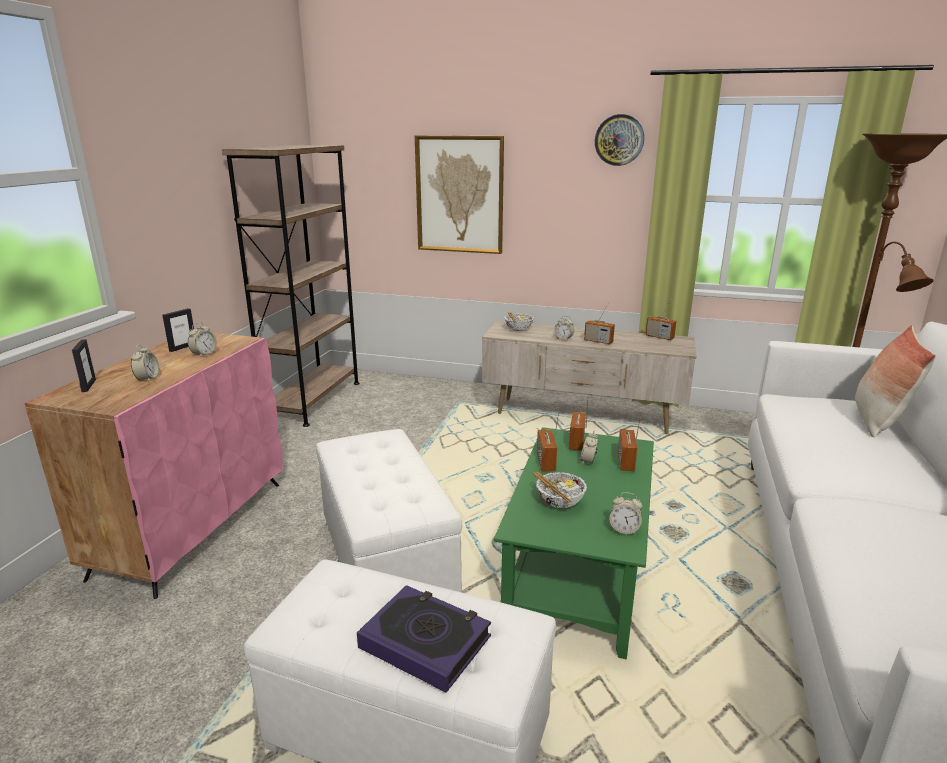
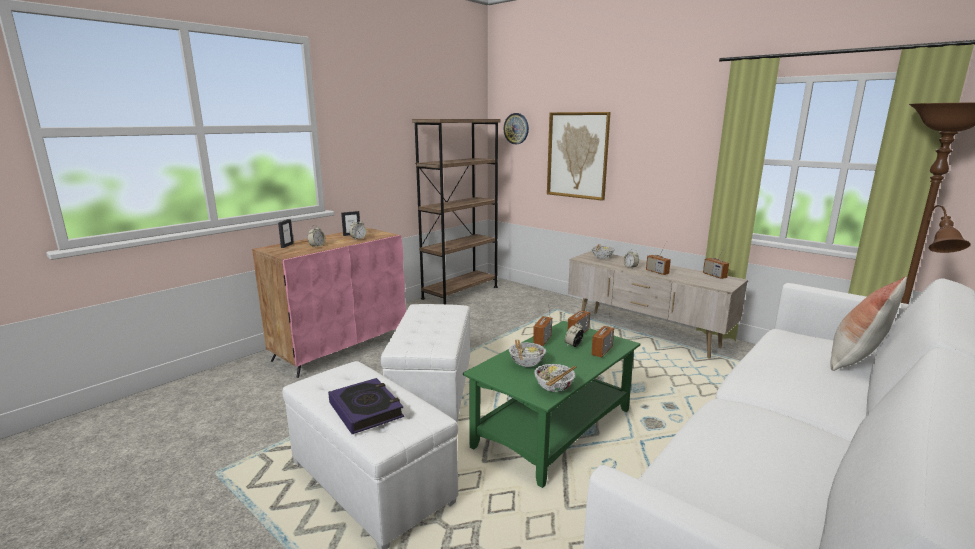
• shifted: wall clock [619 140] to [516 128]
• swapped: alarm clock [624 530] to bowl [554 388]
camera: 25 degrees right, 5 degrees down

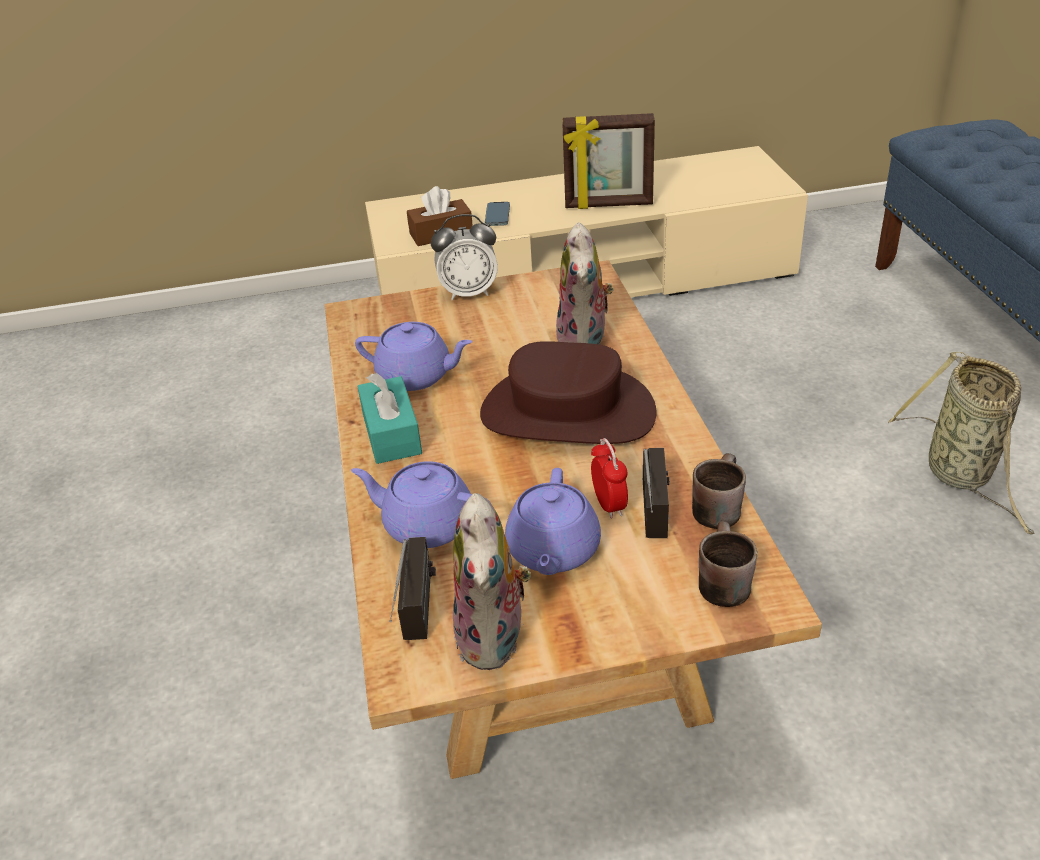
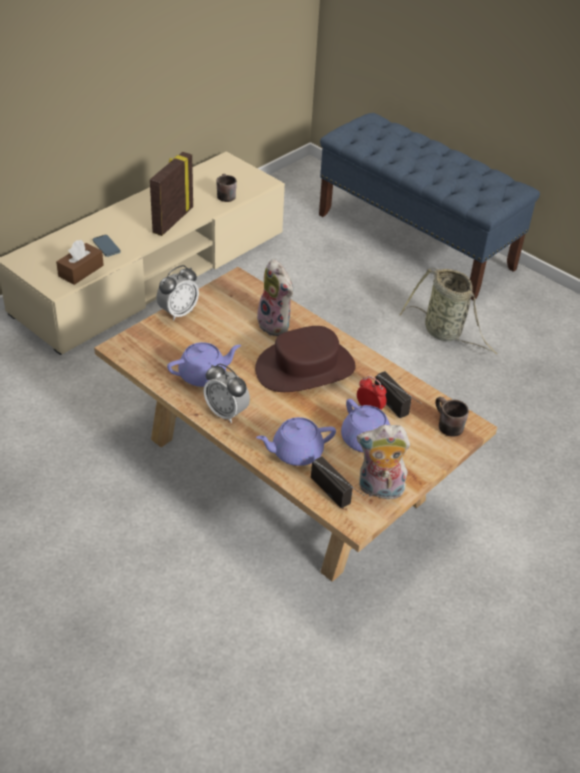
• shifted: mug (brown) [714 506] to [224 195]
• swapped: tissue box (turquoise) [391 434] to alarm clock [226 413]
• rotated: plush toy [495 639] = [379 490] 135 degrees clockwise
• rotated: picture frame [608 205] = [172 220] 150 degrees clockwise
camera: 40 degrees left, 5 degrees up

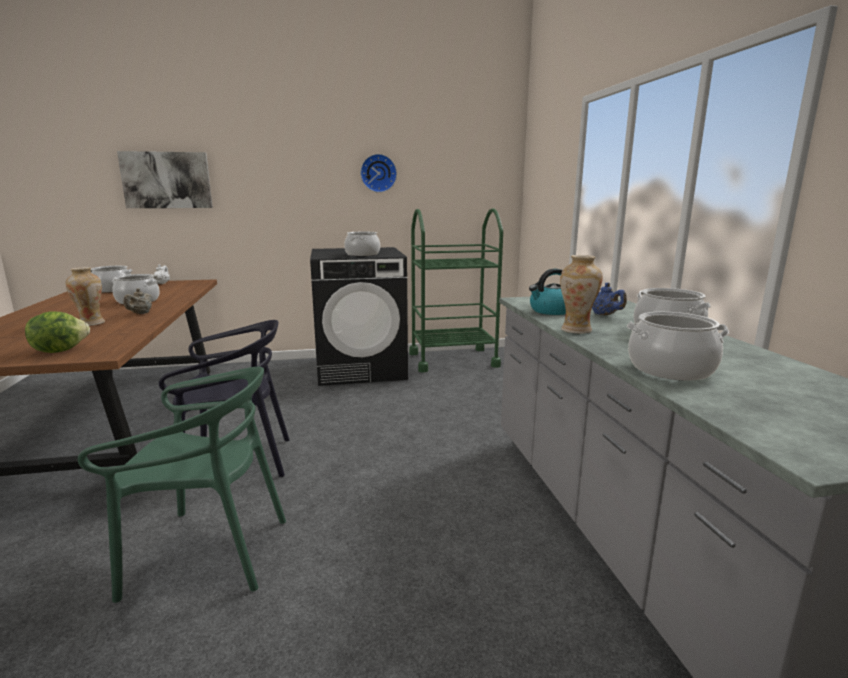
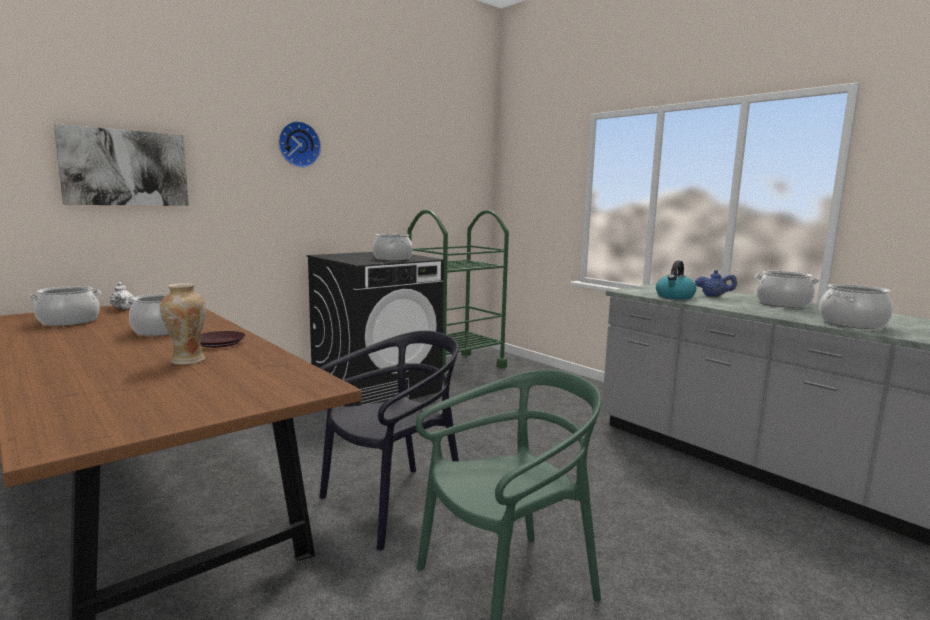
• gone: lettuce [60 350]
• gone: vase [576 330]
• shifted: wall clock [378 173] to [298 144]
• swapped: teapot (beige) [141 313] to plate (brown) [219 343]
camera: 30 degrees left, 5 degrees down

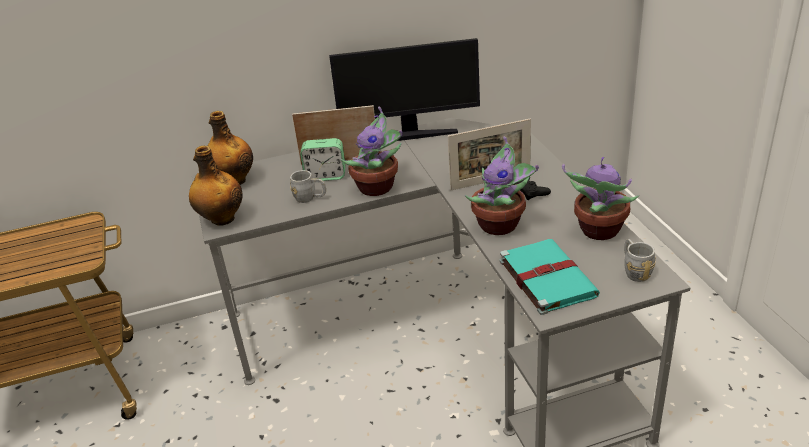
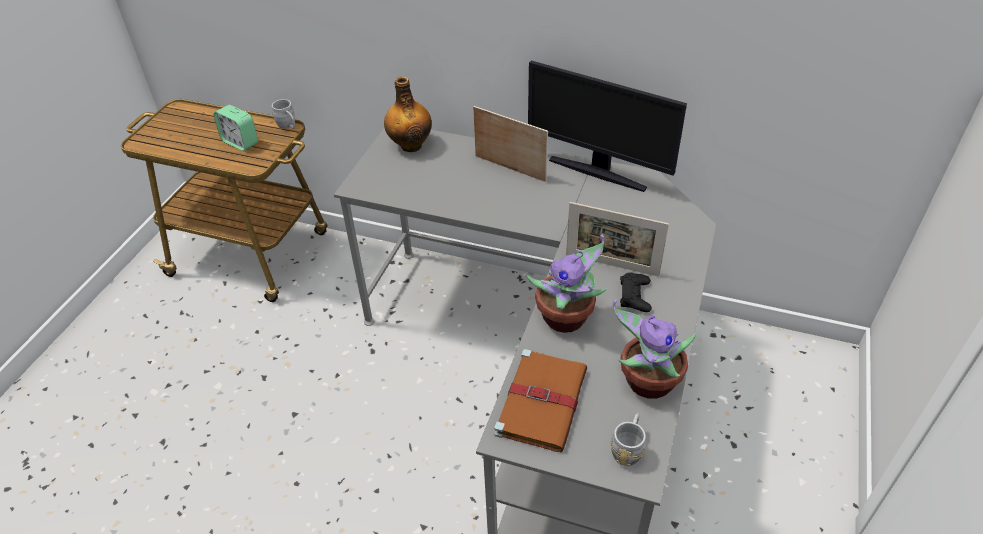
• gone: bottle [221 219]
• gone: potted plant [378 187]
• shifted: mug (grey) [310 198] to [288 126]
• shifted: alarm clock [325 176] to [240 142]
• repainted: book (turquoise) [546 277] to book (brown) [542 400]
camera: 35 degrees right, 10 degrees up

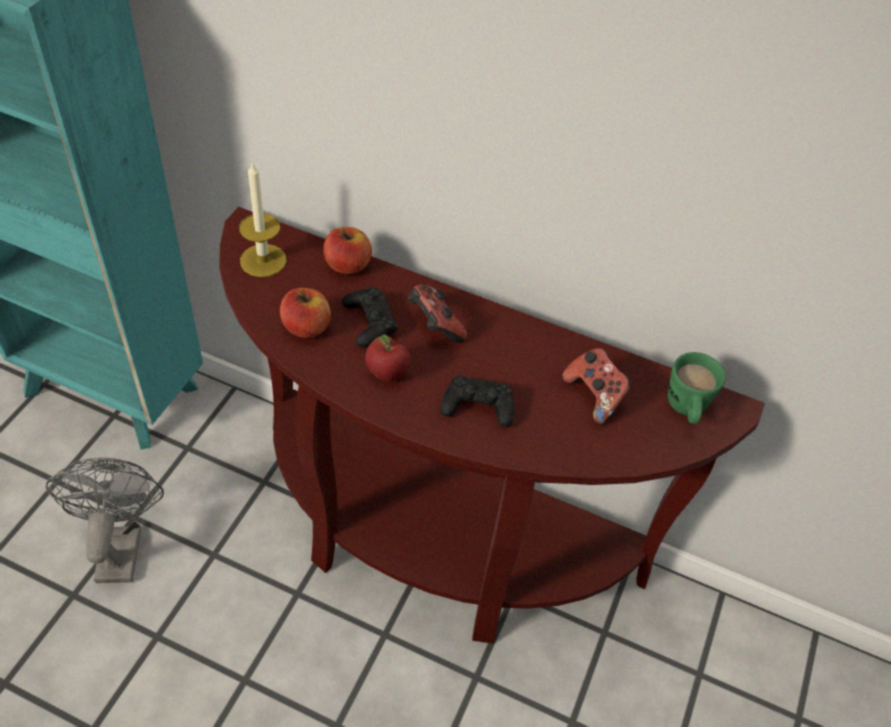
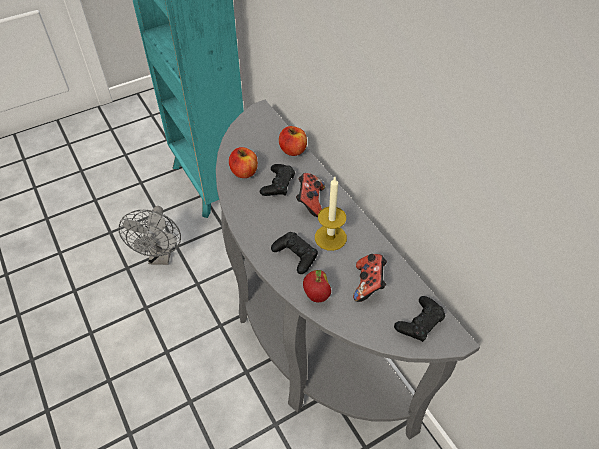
• shifted: candle [263 260] to [330 237]
• shifted: apple [386 374] to [316 295]
• swapped: mug (green) [686 410] to game controller (black) [419 322]
• repainted: console table (brown) [431 539] to console table (grey) [306 338]
• rotated: fan (grey) [119 545] = [161 256] 150 degrees clockwise
camera: 40 degrees right, 0 degrees up

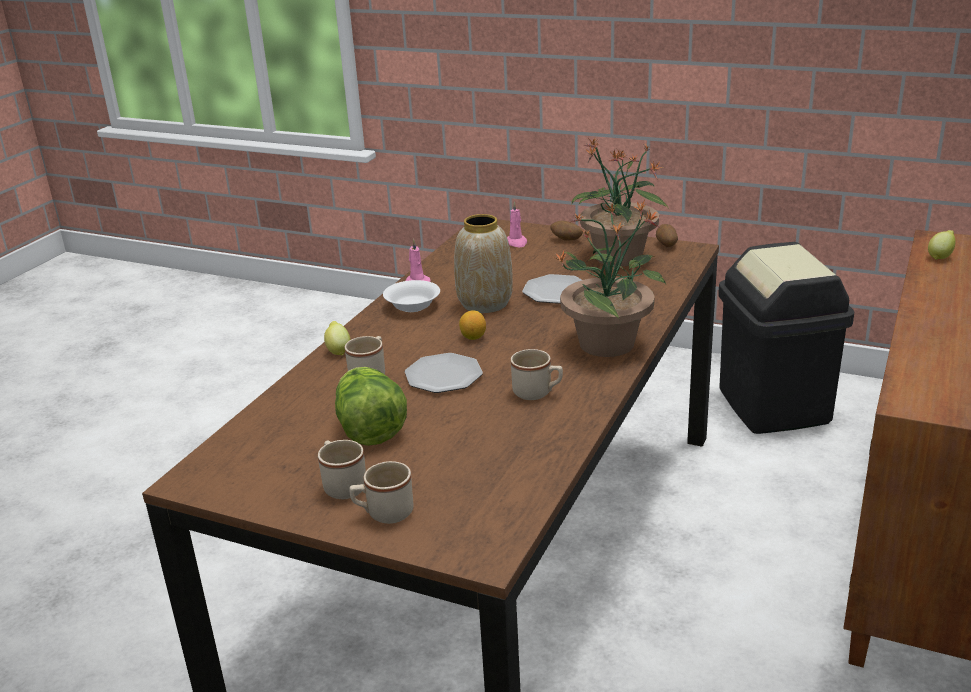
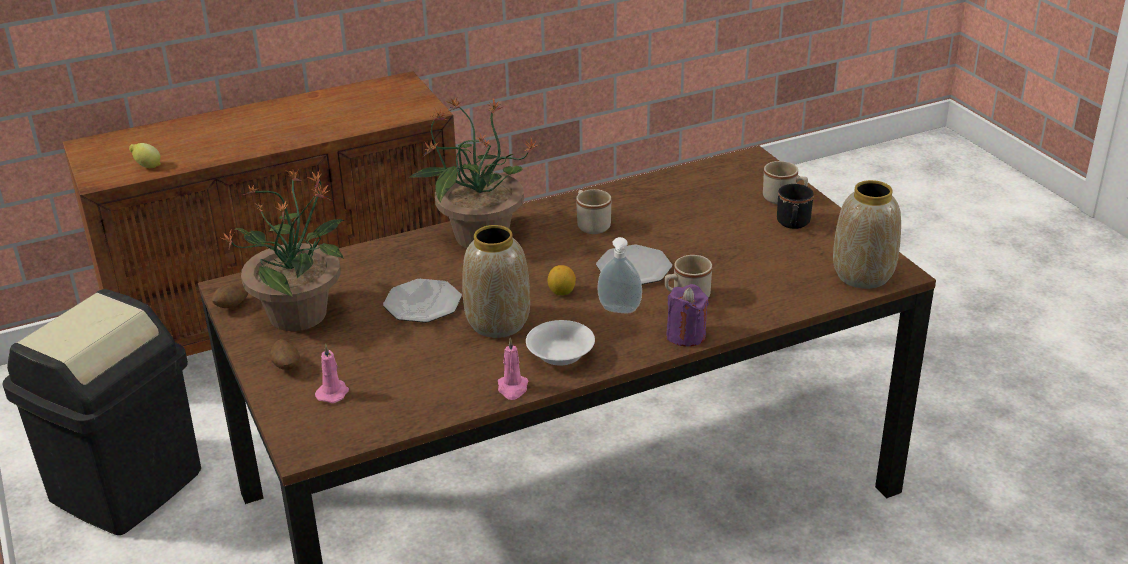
• gone: lettuce [369 429]
• new: soap dispenser [619 311]
• new: vase [863 276]
• swapped: lemon [338 351] to candle (purple) [686 335]
• repainted: mug (beige) [342 485] to mug (black) [793 224]
camera: 140 degrees left, 5 degrees up

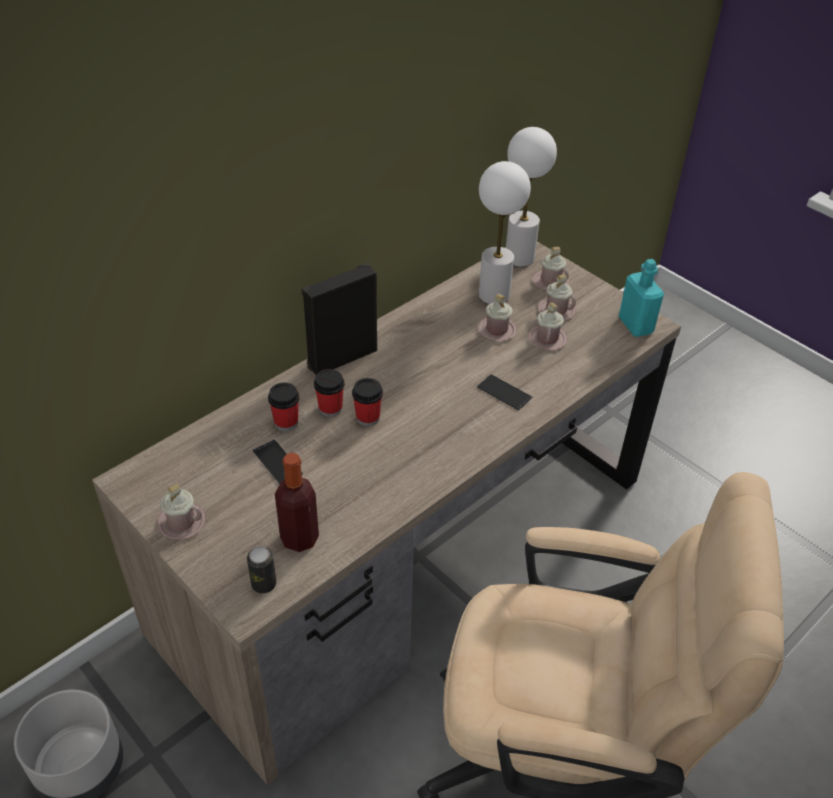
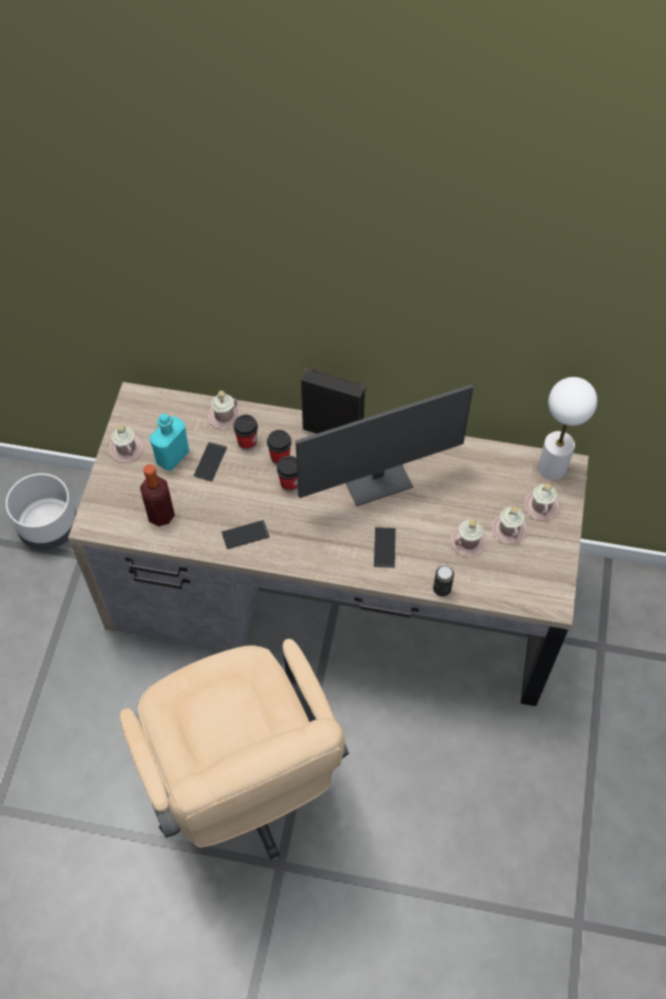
• gone: table lamp (white) [493 295]
• new: phone [245 534]
• new: monitor [376 479]
• shifted: can [264 584] to [442 589]
• shifted: mug (pink) [497 330] to [224 416]
• shifted: bottle (turquoise) [635 325] to [172 457]
camera: 55 degrees right, 15 degrees up

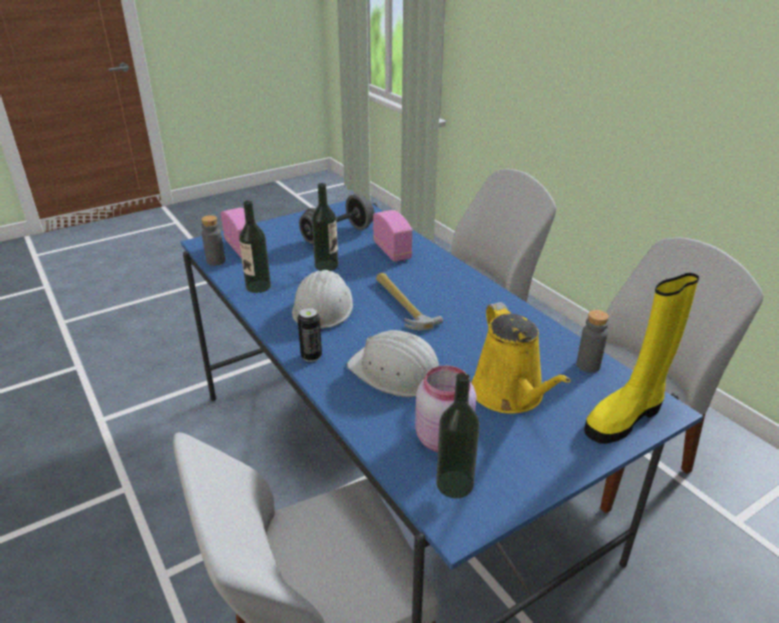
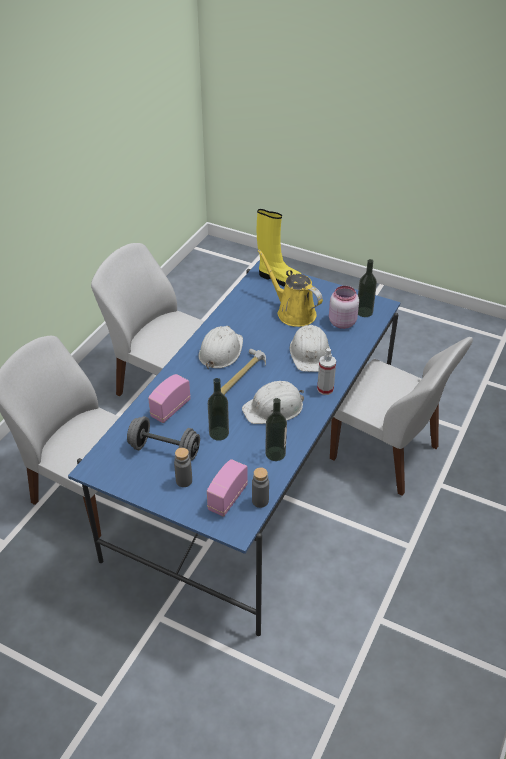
• new: hard hat (white) [220 351]
• shifted: bottle (grey) [588 365] to [184 481]
• swapped: can [311 356] to spray bottle [325 389]
• rotated: watering can (yellow) [510 395] = [293 312] 90 degrees counterclockwise
camera: 120 degrees left, 10 degrees up

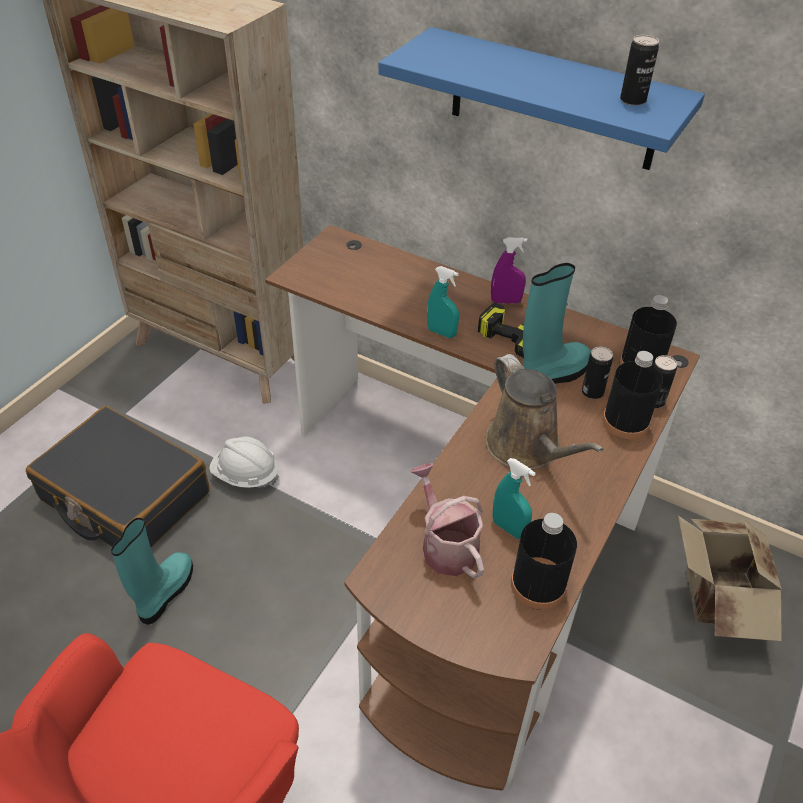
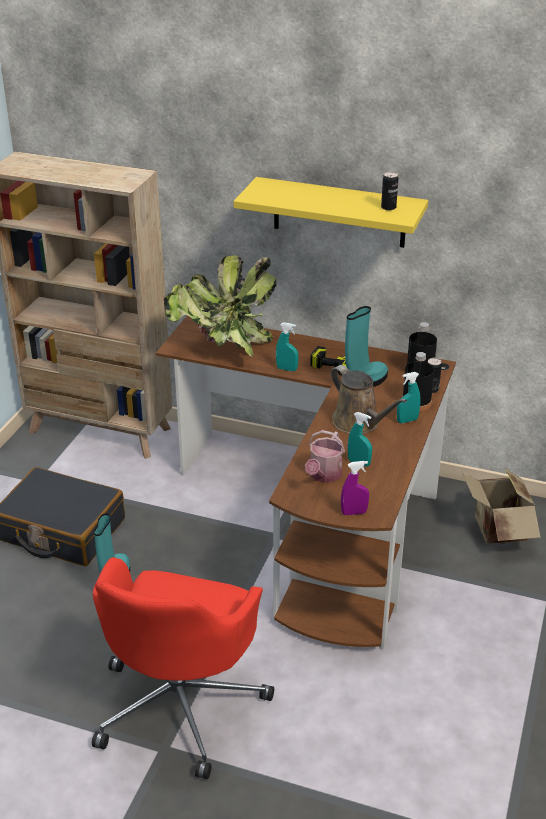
• gone: hard hat (white) [245 475]
• gone: bottle (black) [538 585]
• gone: can [592 392]
• new: potted plant [225 348]
• new: spray bottle (turquoise) [407 420]
• shifted: spray bottle (purple) [505 301] to [354 512]
• repainted: shelf (blue) [553 100] to shelf (yellow) [339 212]
• rotated: watering can [445 545] = [323 475] 120 degrees counterclockwise
camera: 10 degrees left, 10 degrees down

